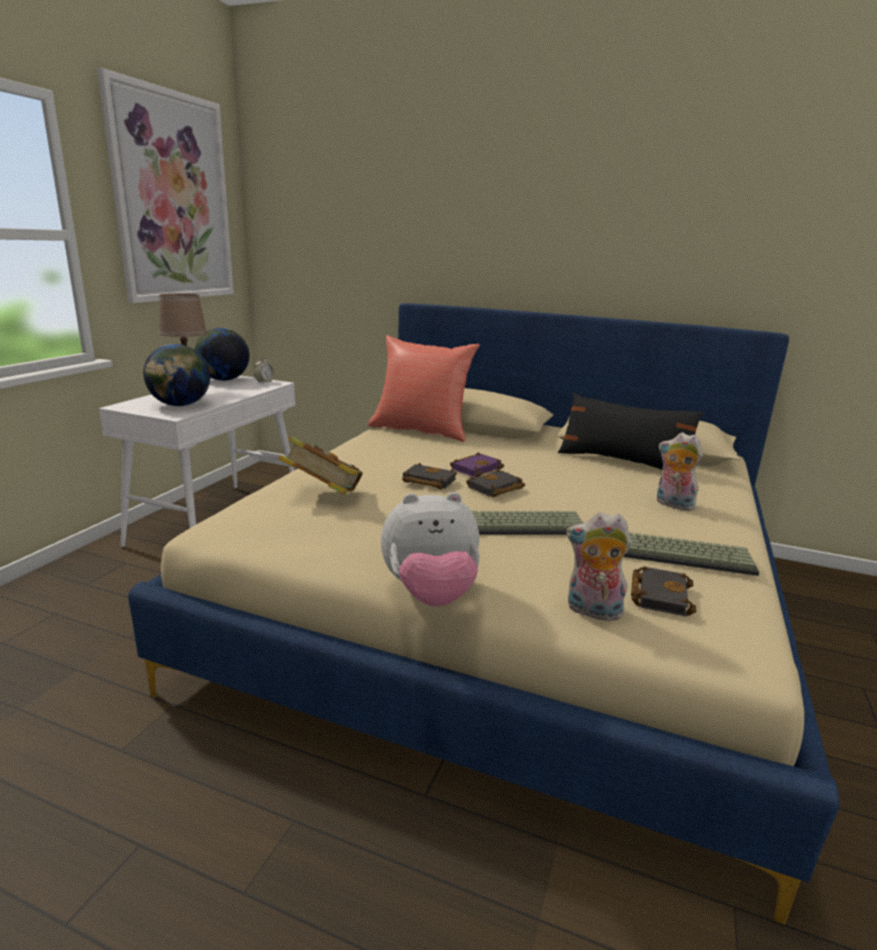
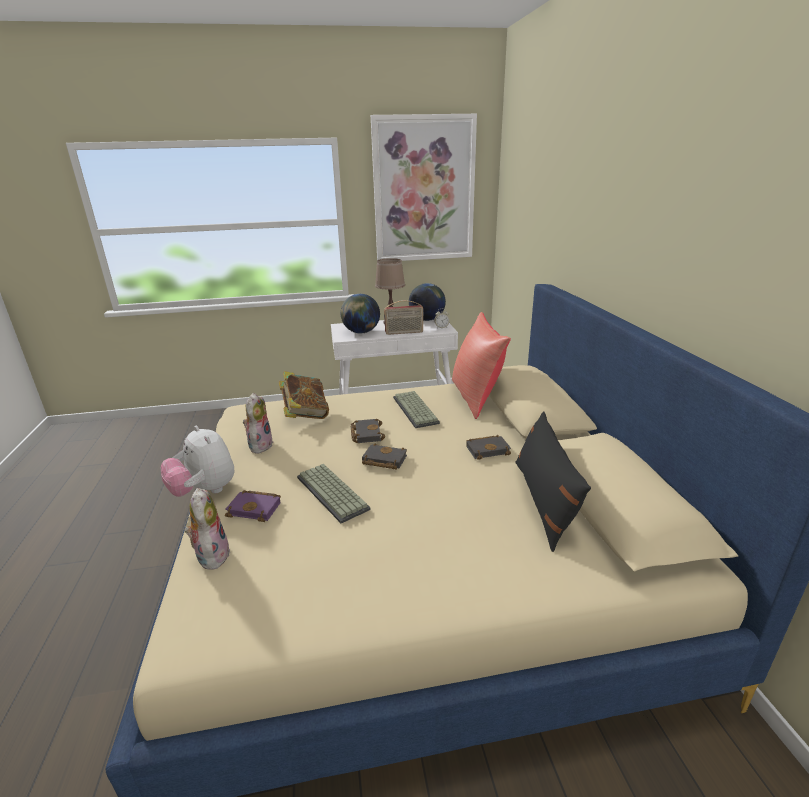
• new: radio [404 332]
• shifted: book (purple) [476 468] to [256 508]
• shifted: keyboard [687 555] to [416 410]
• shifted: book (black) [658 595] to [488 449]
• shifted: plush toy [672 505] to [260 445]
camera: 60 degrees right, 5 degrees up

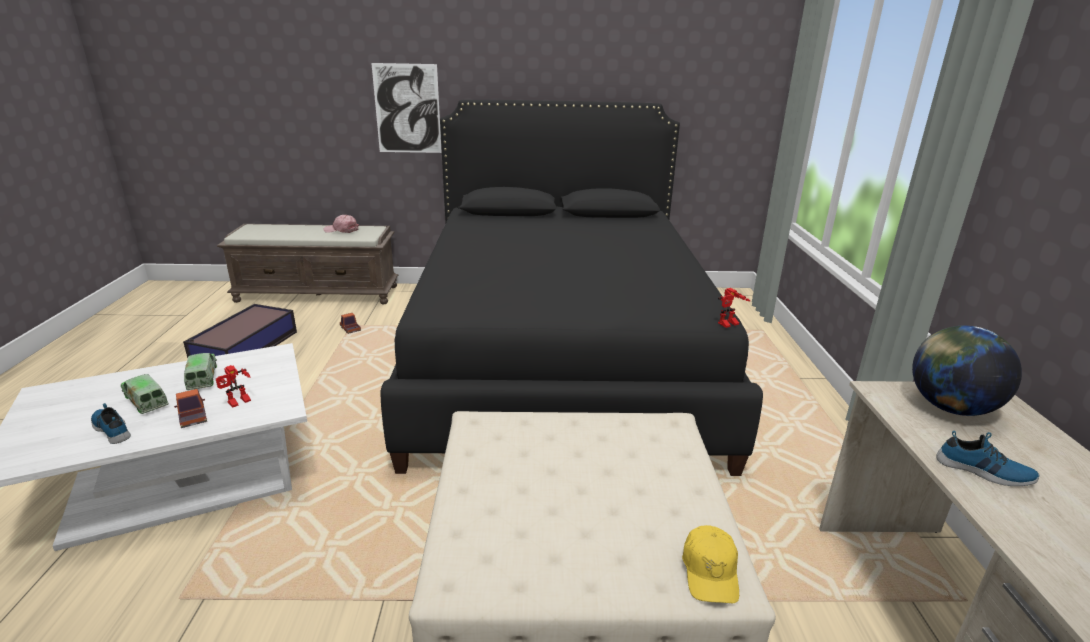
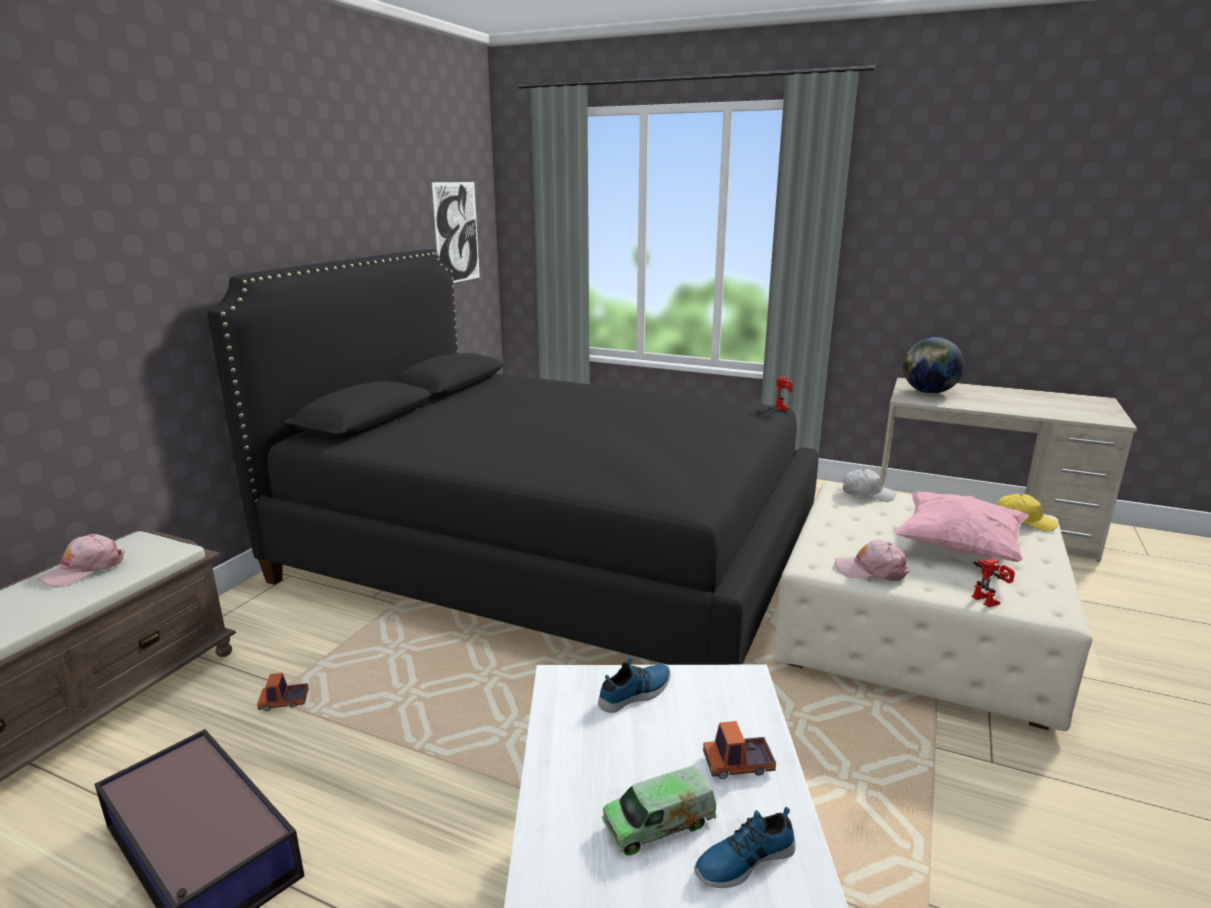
• gone: toy truck [202 377]
• new: cap (pink) [871 570]
• new: cap (white) [867 493]
• new: pillow (pink) [958 547]
• shifted: toy robot [238 403] to [989 600]
• shifted: picture [407 109] to [456 232]
• shifted: shoe [984 471] to [636 693]
camera: 65 degrees left, 5 degrees down

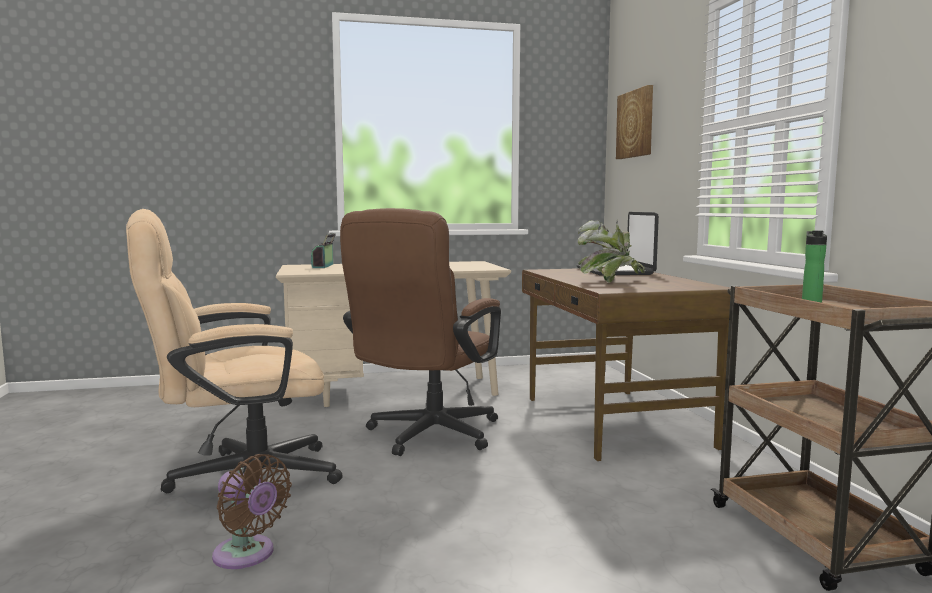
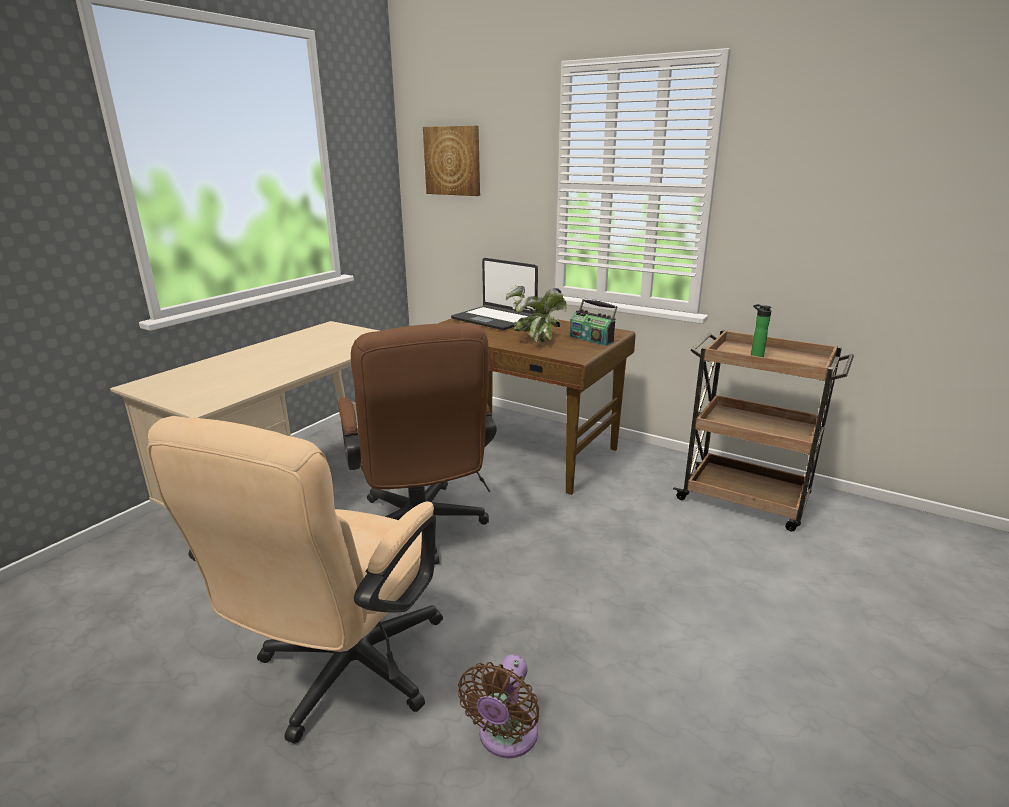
• shifted: radio [324 266] to [592 339]
• rotated: fan (brown) [247 555] = [505 737] 120 degrees clockwise
camera: 45 degrees left, 15 degrees up

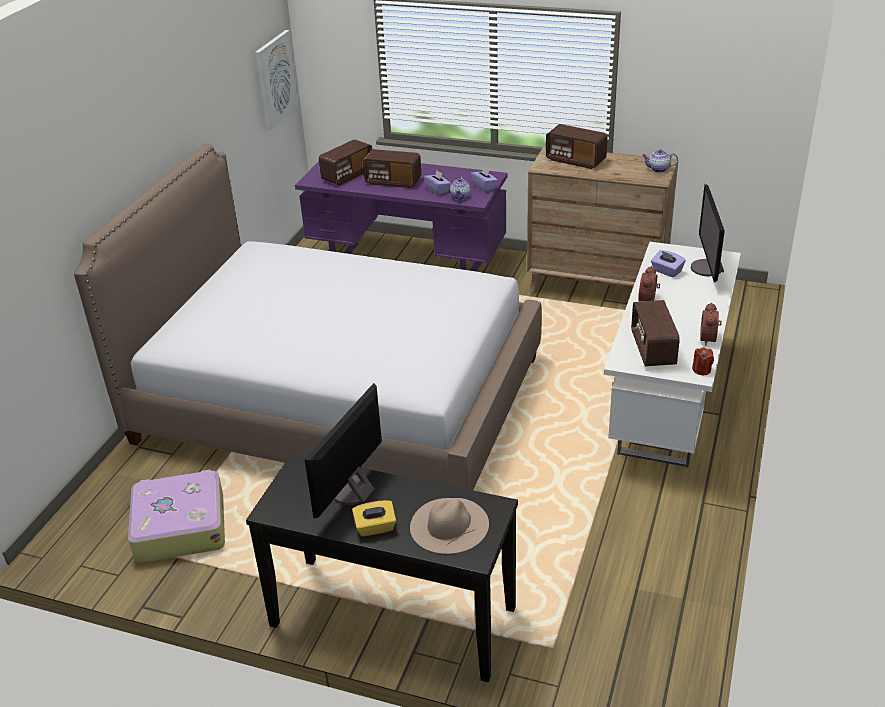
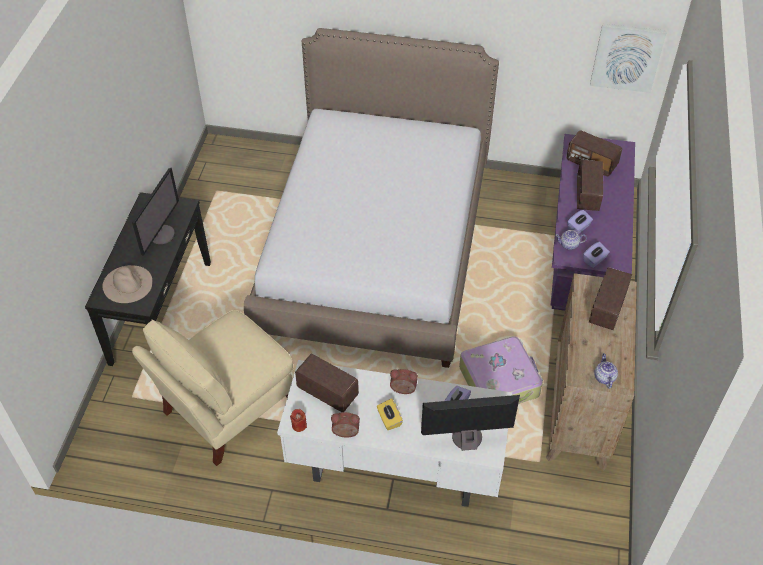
• new: chair (beige) [226 409]
• shifted: suitcase [179 526] to [499 380]
• shifted: tissue box (yellow) [375 528] to [389 420]
• rotated: monitor [352 491] = [161 234] 90 degrees clockwise
• rotated: radio [653 349] = [327 392] 45 degrees clockwise
camera: 80 degrees right, 15 degrees up

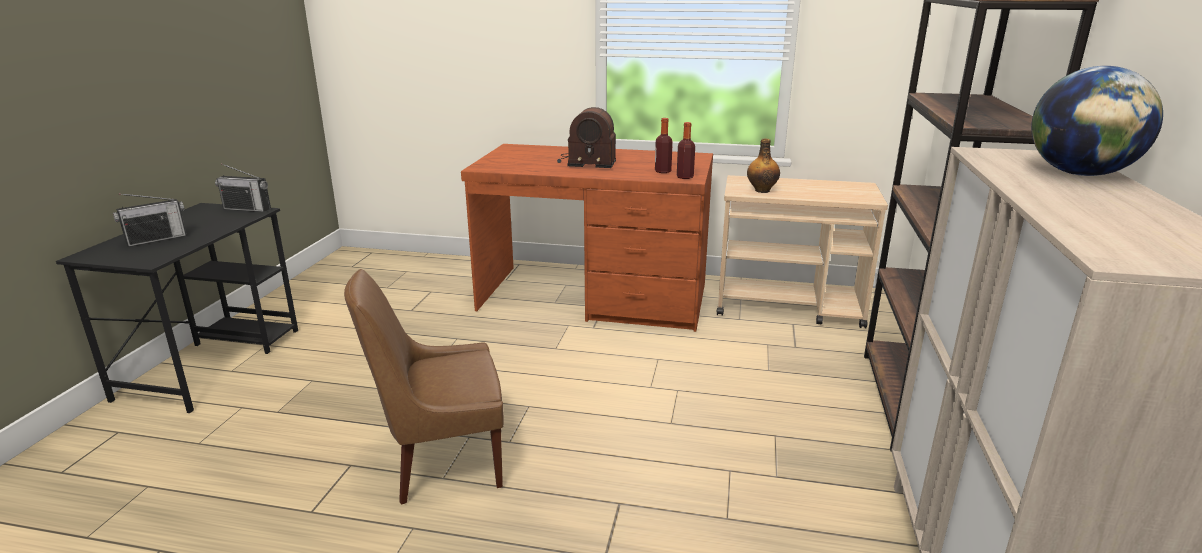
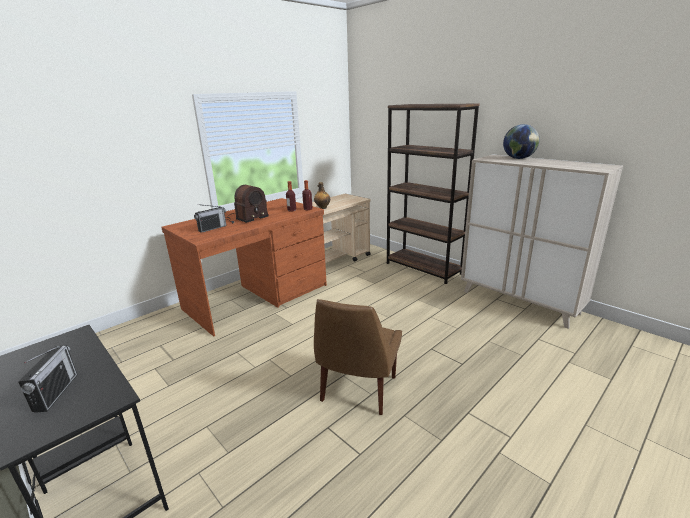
• shifted: radio [247 209] to [212 228]
camera: 55 degrees left, 0 degrees up

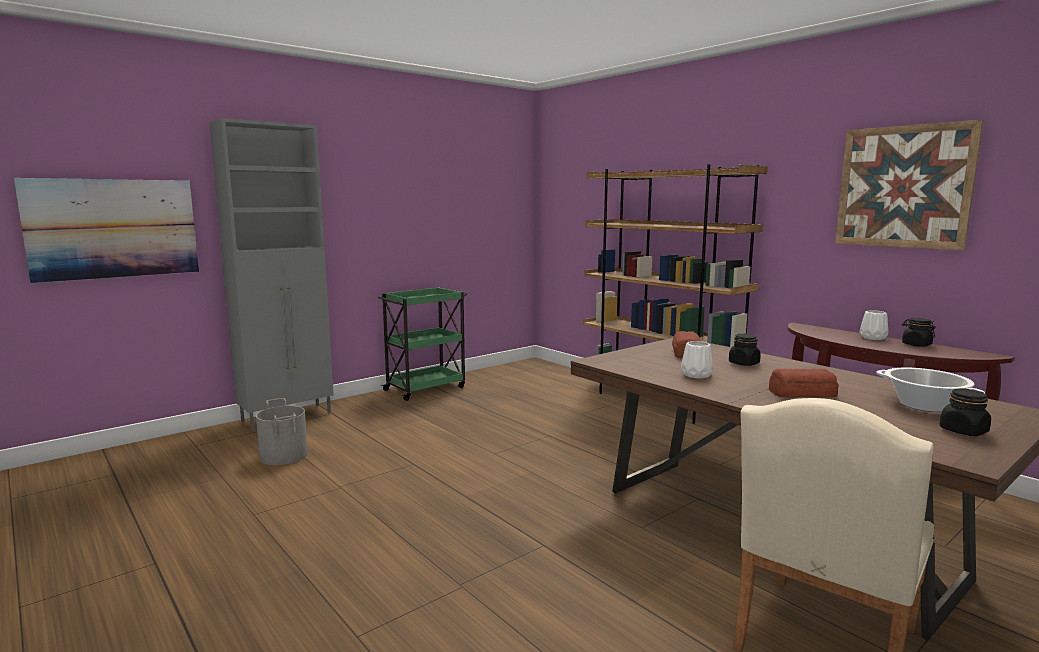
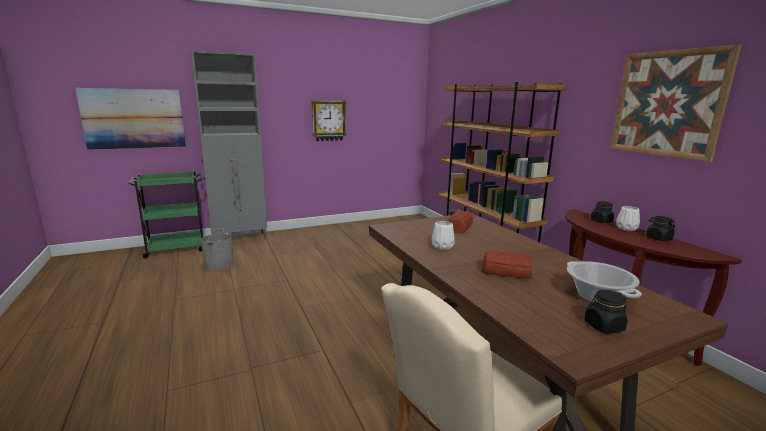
• new: wall clock [328 120]
• shifted: cart (green) [426 388] to [177 248]
• shifted: jar (black) [744 363] to [601 221]
camera: 15 degrees right, 5 degrees up

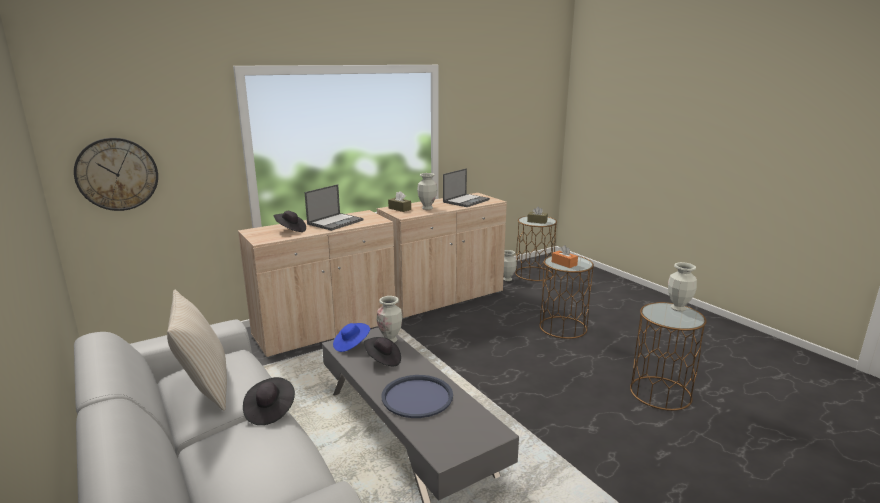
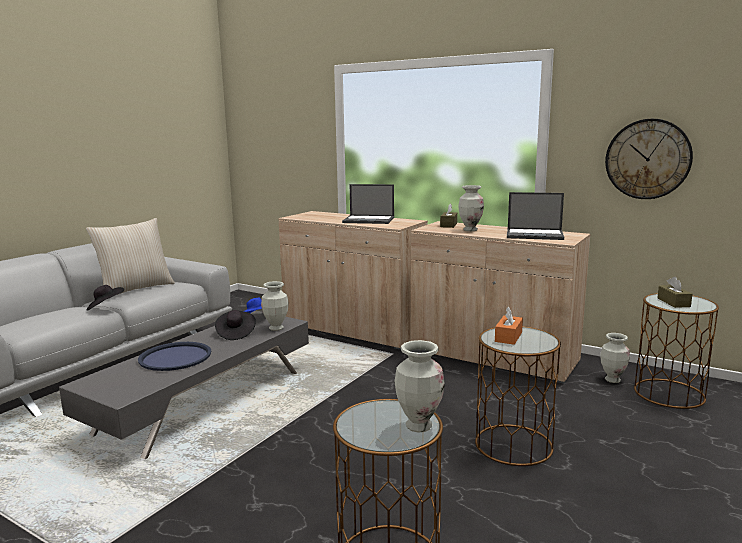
• gone: hat (black) [290 230]
• shifted: wall clock [117 174] to [647 159]
camera: 65 degrees right, 5 degrees down

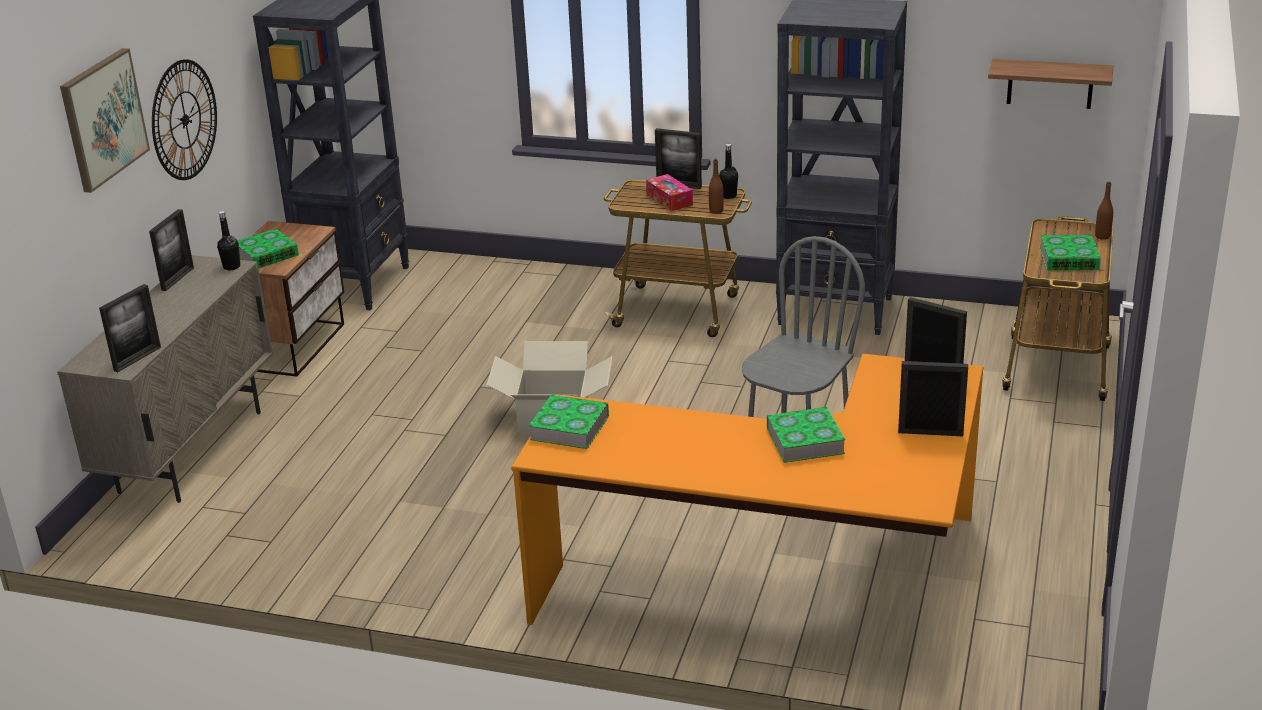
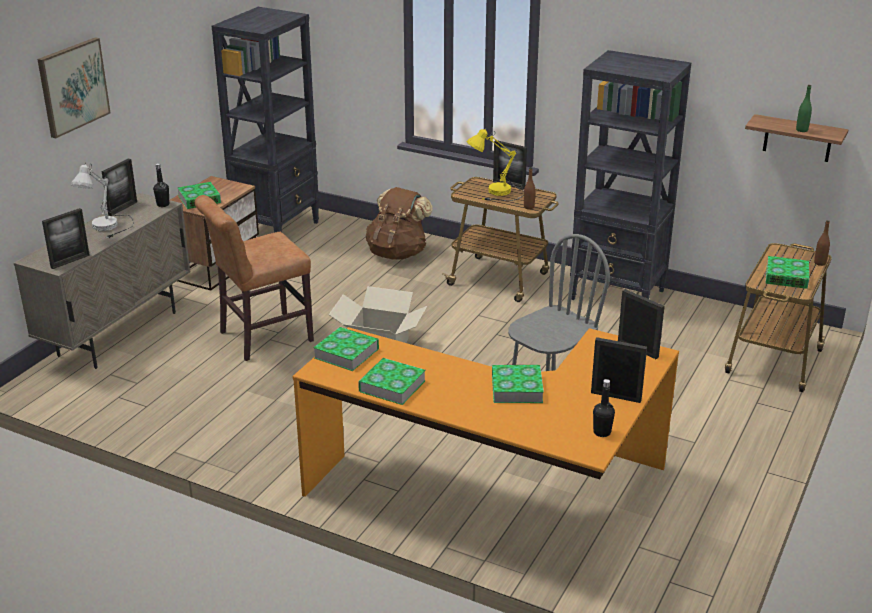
• gone: wall clock [184 120]
• new: table lamp (white) [109 229]
• new: chair (brown) [261 338]
• new: book [392 386]
• new: backpack (brown) [398 253]
• new: bottle (green) [801 130]
• shifted: bottle (black) [728 196] to [602 432]
• swapped: tissue box [669 199] to table lamp (yellow) [497 194]
camera: 10 degrees right, 0 degrees up

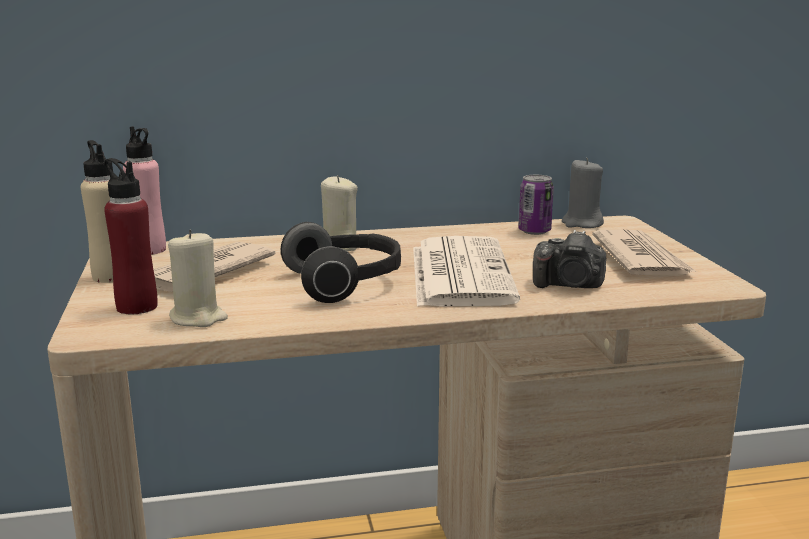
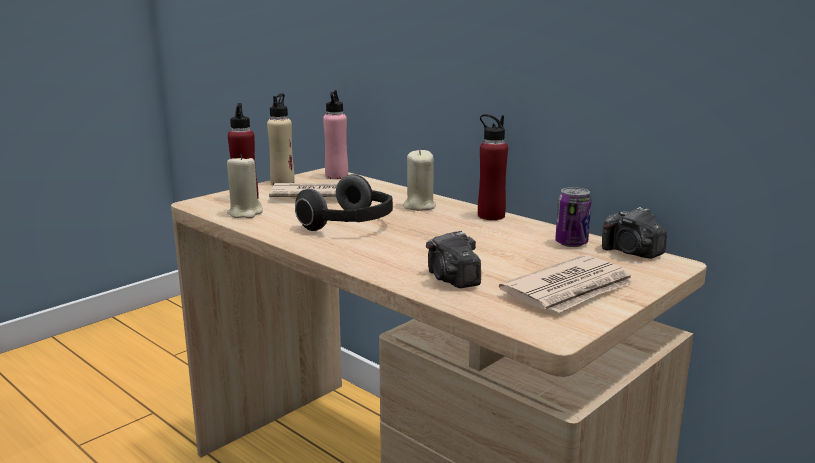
• gone: newspaper [459 273]
• new: bottle (red) [491 216]
• swapped: candle (grey) [582 223] to photo camera [631 252]
camera: 55 degrees right, 0 degrees up

